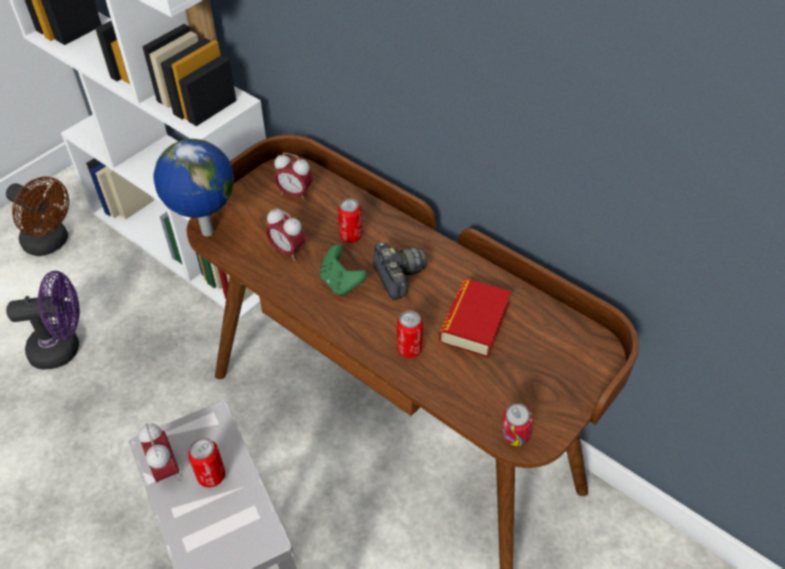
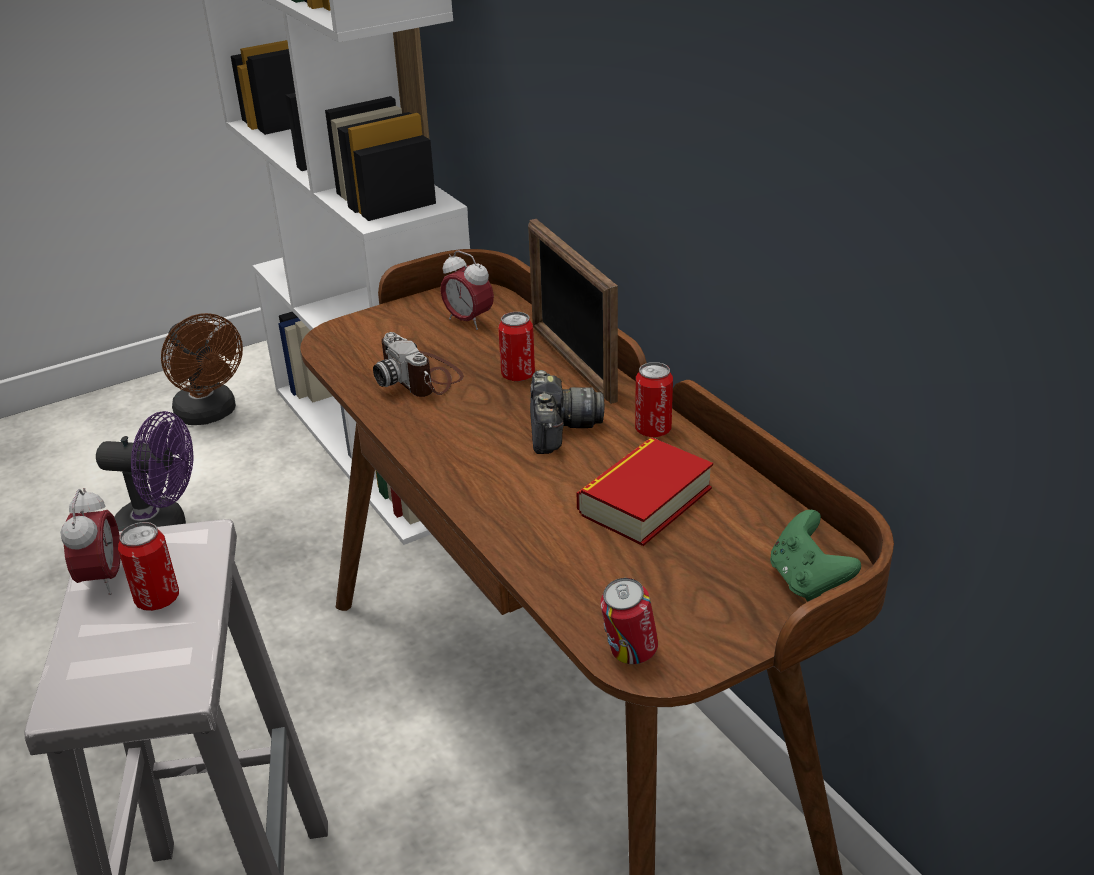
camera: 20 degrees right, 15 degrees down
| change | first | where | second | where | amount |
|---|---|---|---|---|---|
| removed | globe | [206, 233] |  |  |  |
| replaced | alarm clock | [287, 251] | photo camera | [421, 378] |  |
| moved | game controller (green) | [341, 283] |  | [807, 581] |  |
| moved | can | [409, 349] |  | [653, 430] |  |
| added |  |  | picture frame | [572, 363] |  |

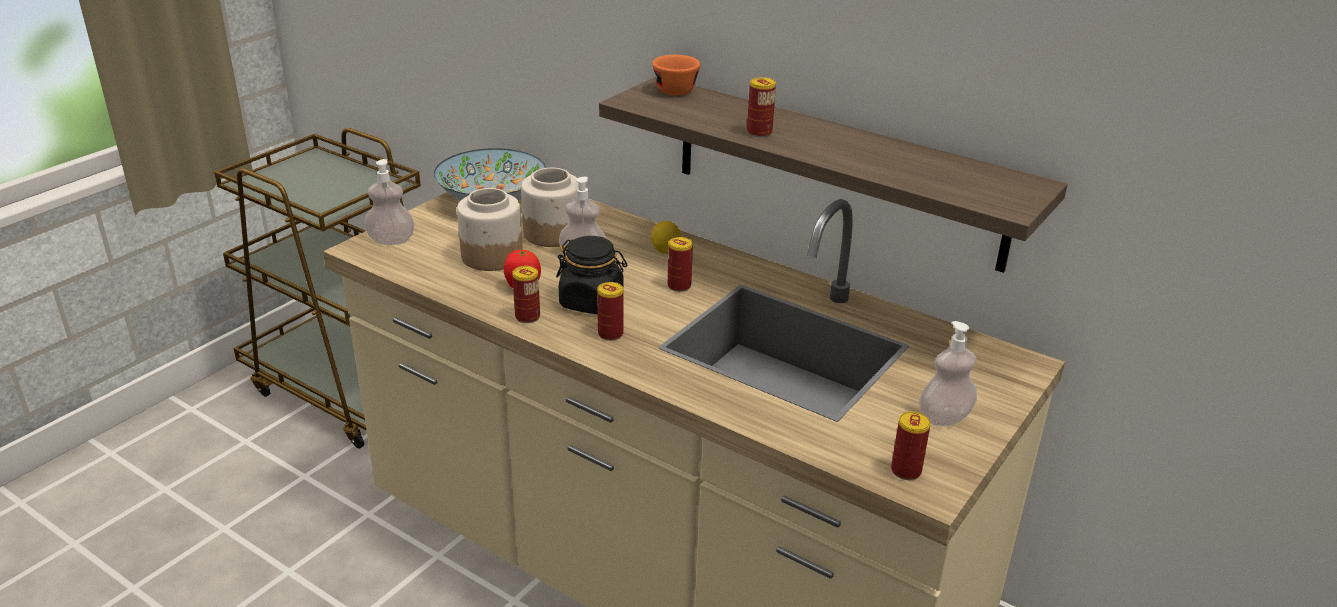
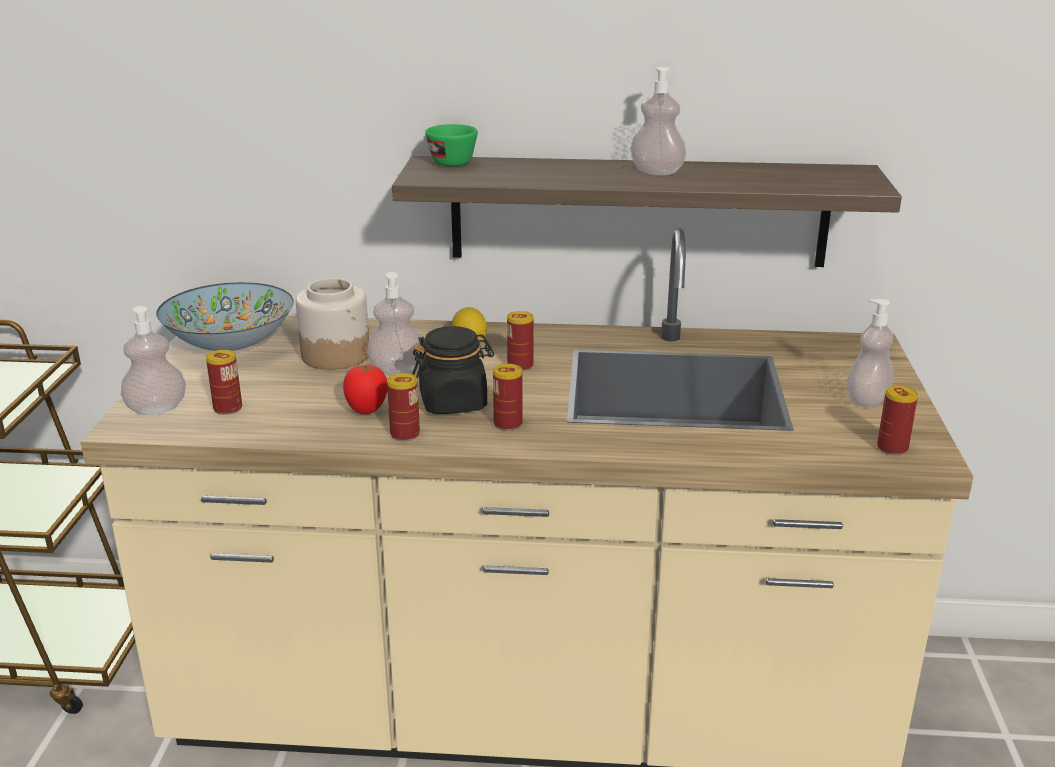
camera: 30 degrees left, 5 degrees down
| change | first | where | second | where | amount |
|---|---|---|---|---|---|
| removed | jar | [491, 256] |  |  |  |
| recoloured | cup (orange) | [673, 89] | cup (green) | [447, 162] |  |
| moved | can | [759, 132] |  | [228, 408] |  |
| added |  |  | soap dispenser | [656, 172] |  |

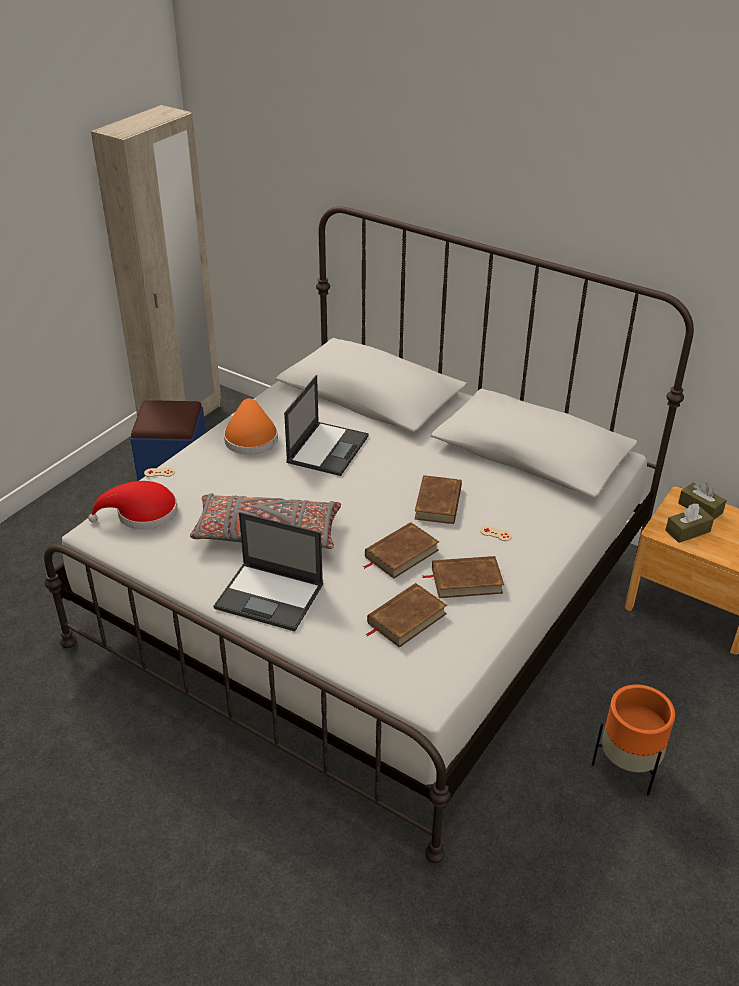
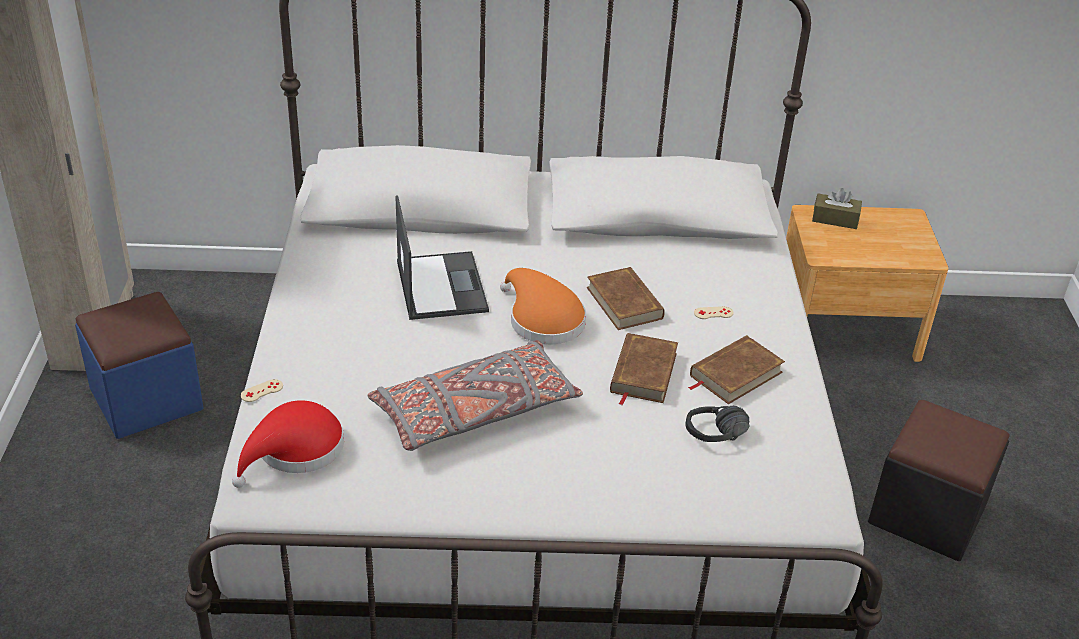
camera: 35 degrees left, 0 degrees up
| change | first | where | second | where | amount |
|---|---|---|---|---|---|
| removed | laptop | [271, 596] |  |  |  |
| moved | hat (orange) | [250, 437] |  | [542, 320] |  |
| replaced | book (brown) | [406, 618] | headphones (black) | [719, 440] |  |
| replaced | planter (orange) | [626, 767] | ottoman (black) | [927, 514] |  |
| removed | tissue box (brown) | [687, 531] |  |  |  |

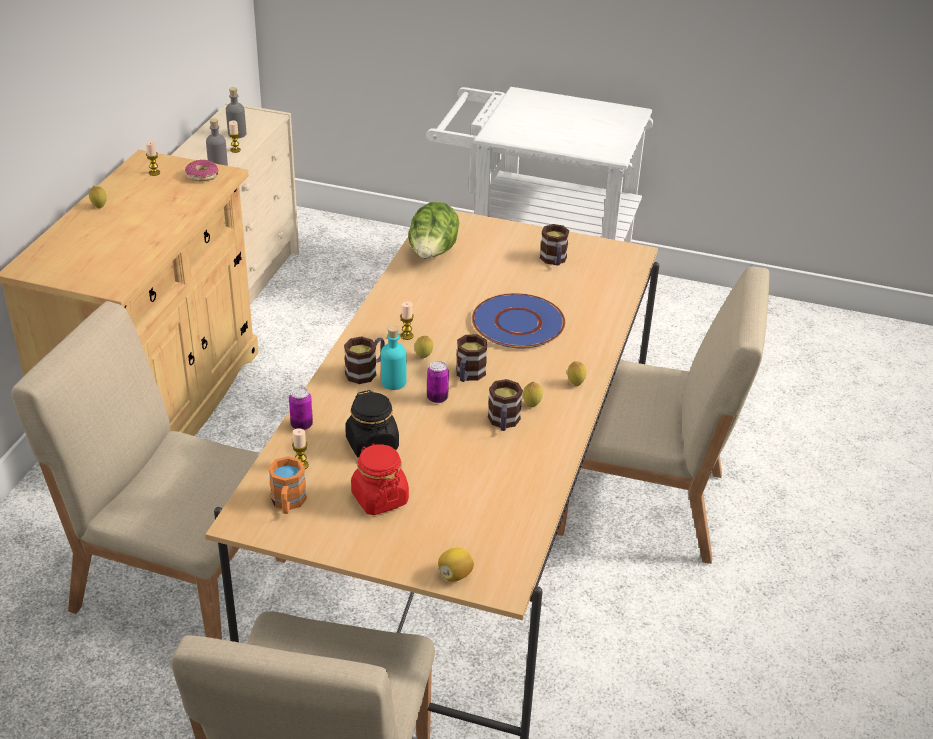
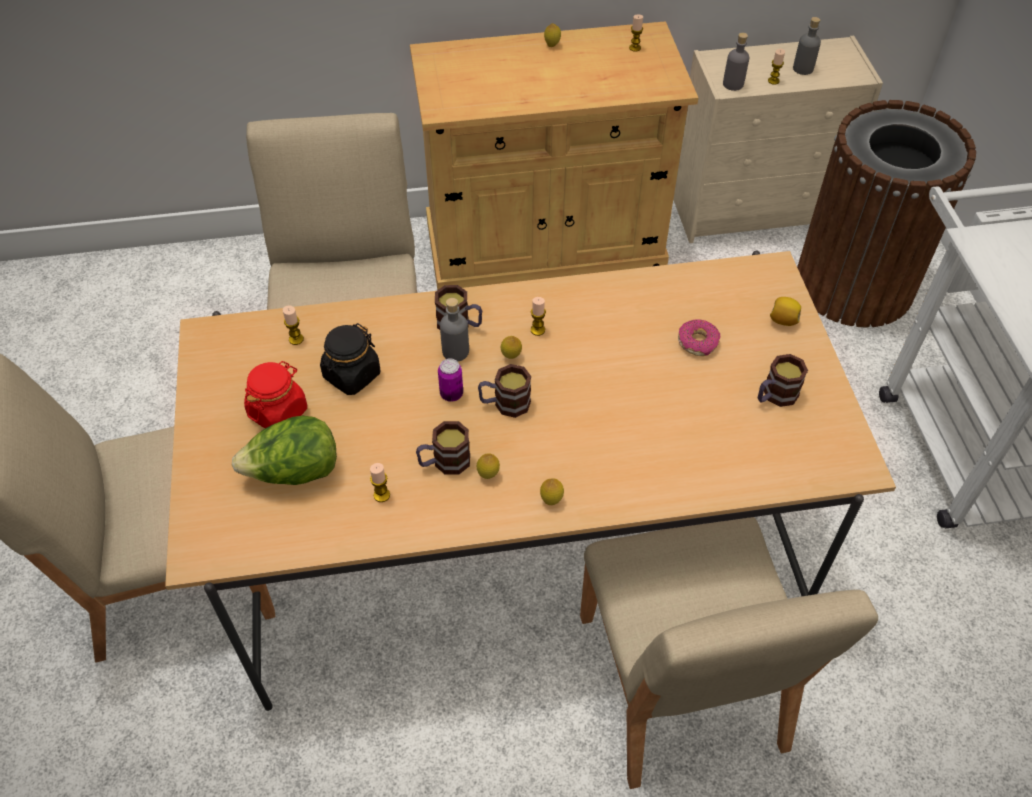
camera: 65 degrees right, 15 degrees up
| change | first | where | second | where | amount |
|---|---|---|---|---|---|
| moved | donut | [202, 176] |  | [698, 342] |  |
| removed | mug (orange) | [288, 503] |  |  |  |
| removed | can | [301, 425] |  |  |  |
| recoloured | bottle (turquoise) | [393, 382] | bottle (grey) | [455, 351] |  |
| moved | lettuce | [433, 254] |  | [294, 472] |  |
| moved | lemon | [455, 575] |  | [782, 320] |  |
| removed | plate (blue) | [517, 323] |  |  |  |
| added |  |  | candle | [381, 495] |  |
| added |  |  | trash can (brown) | [854, 284] |  |

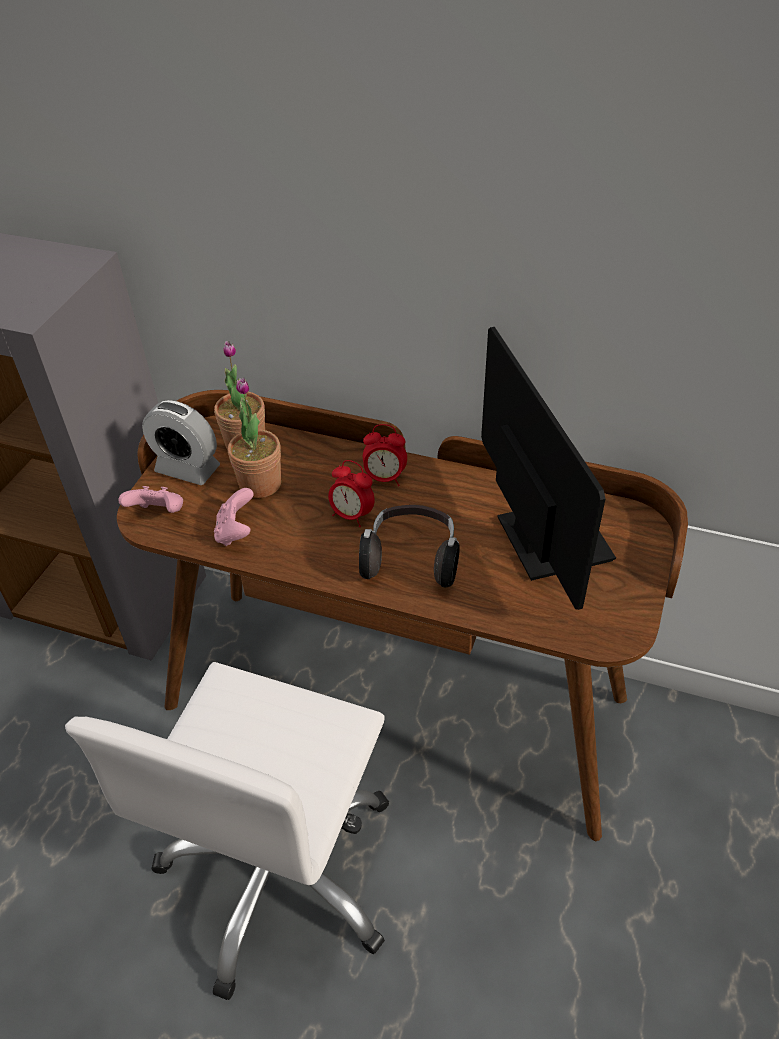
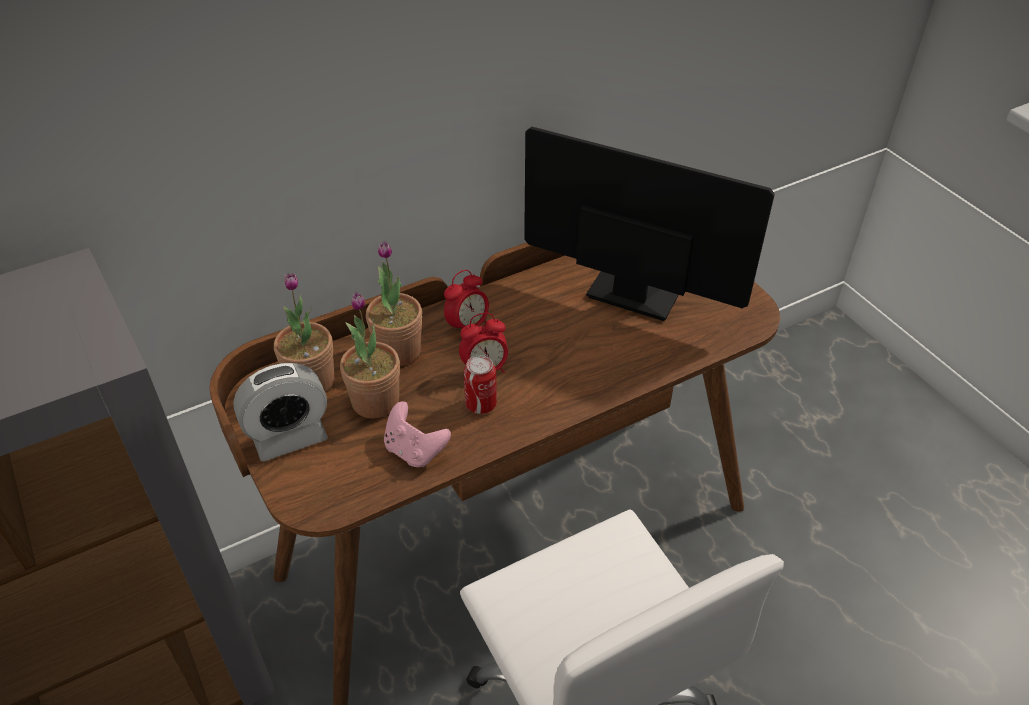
camera: 50 degrees left, 0 degrees up
| change | first | where | second | where | amount |
|---|---|---|---|---|---|
| removed | game controller (pink) | [159, 514] |  |  |  |
| removed | headphones | [411, 559] |  |  |  |
| added |  |  | potted plant | [398, 351] |  |
| added |  |  | can | [481, 404] |  |

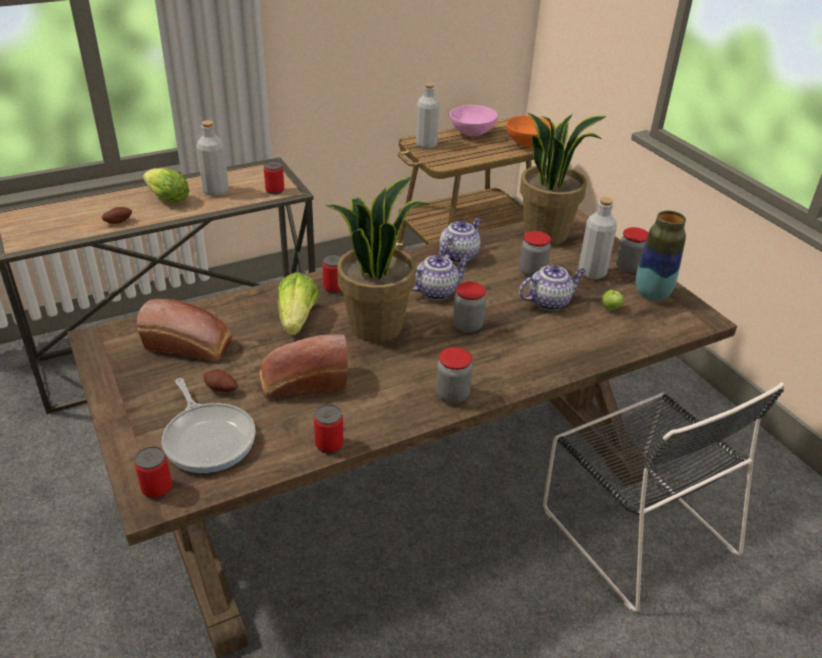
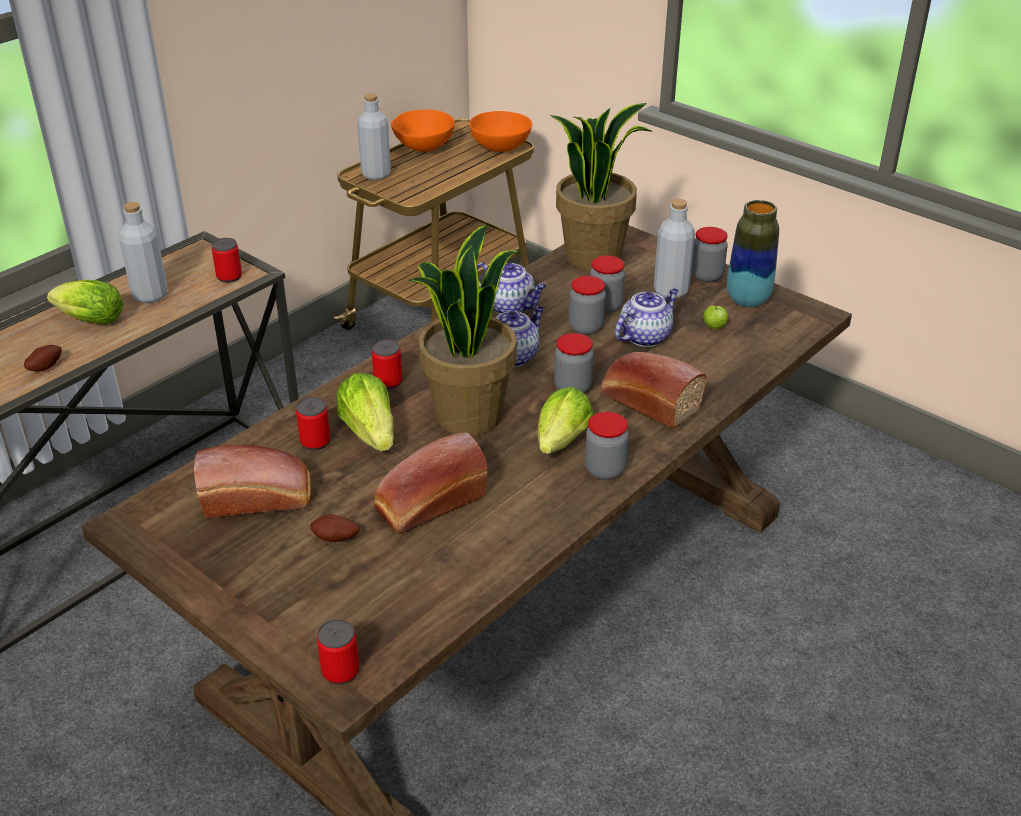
camera: 20 degrees left, 0 degrees up
| change | first | where | second | where | amount |
|---|---|---|---|---|---|
| removed | frying pan | [209, 438] |  |  |  |
| moved | can | [329, 444] |  | [315, 442] |  |
| turned | teapot | [459, 255] |  | [510, 307] | 105 degrees clockwise |
| recoloured | bowl (pink) | [472, 132] | bowl (orange) | [423, 146] |  |
| removed | chair (black) | [634, 527] |  |  |  |
| added |  |  | lettuce | [560, 444] |  |
| added |  |  | jar | [586, 327] |  |
| added |  |  | bread | [647, 402] |  |

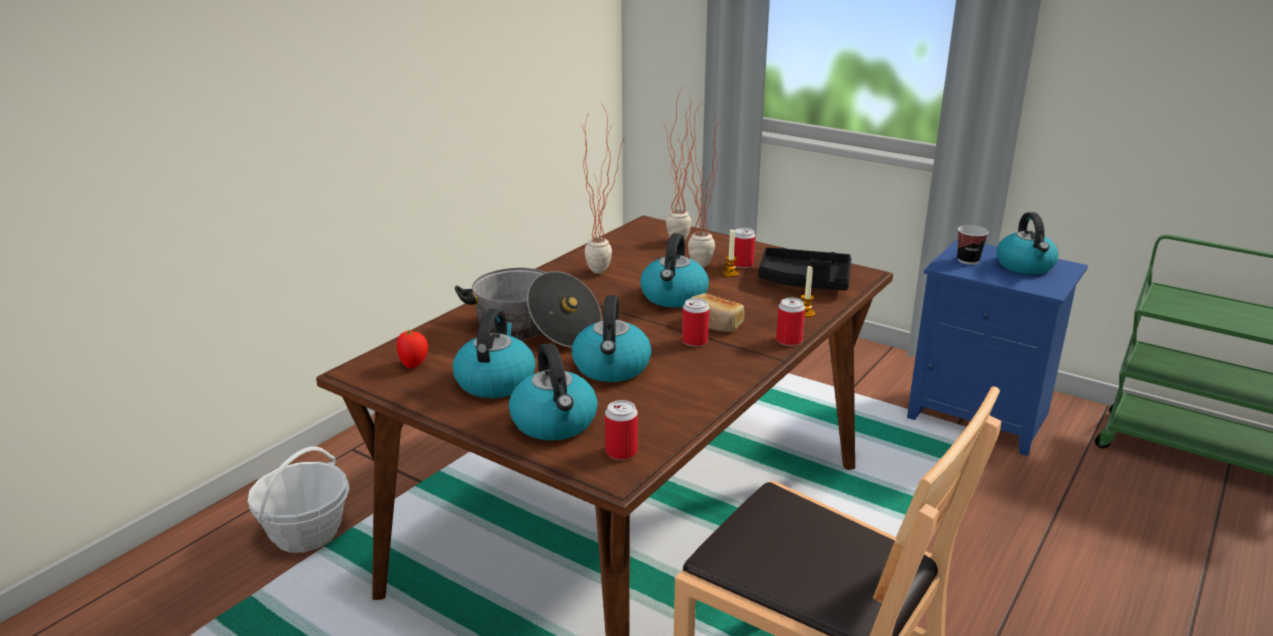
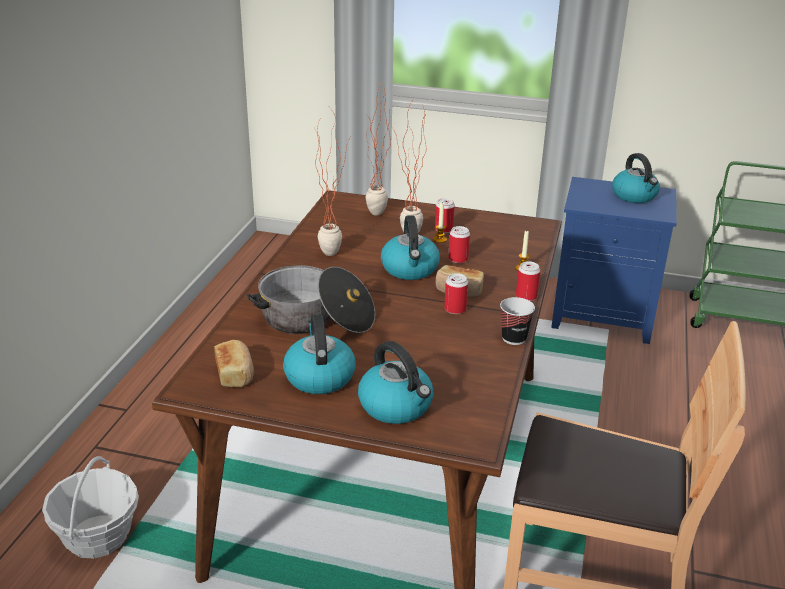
camera: 20 degrees left, 5 degrees up
| change | first | where | second | where | amount |
|---|---|---|---|---|---|
| replaced | tomato | [414, 364] | bread | [235, 373] |  |
| removed | kettle | [612, 368] |  |  |  |
| moved | can | [621, 452] |  | [458, 259] |  |
| removed | tray (black) | [804, 281] |  |  |  |
| moved | cup | [968, 260] |  | [514, 338] |  |

